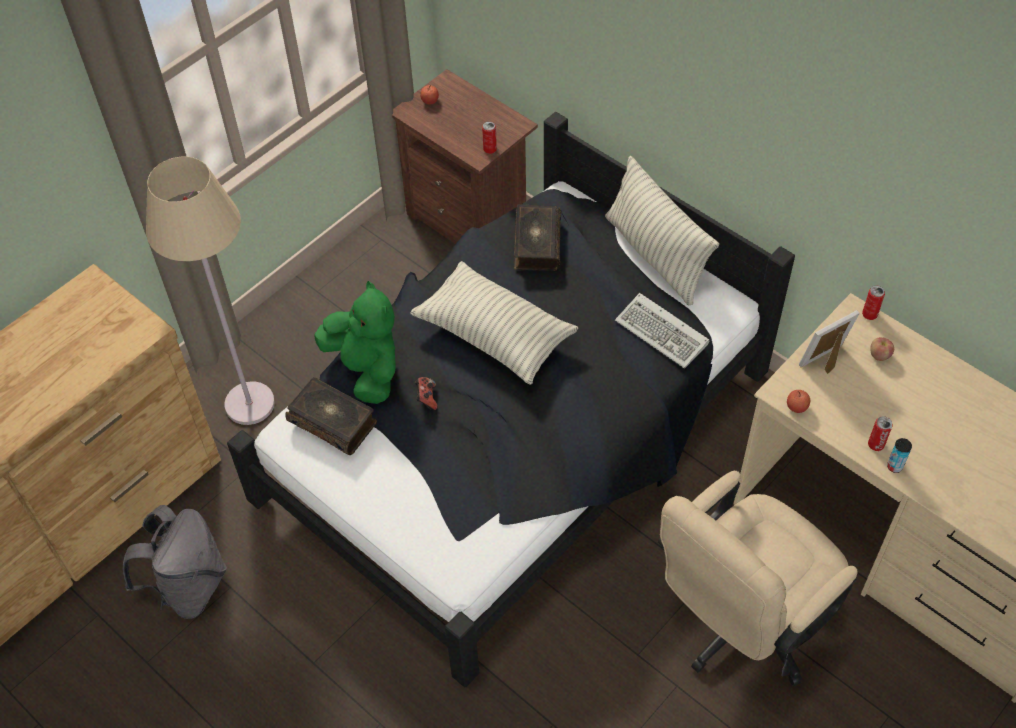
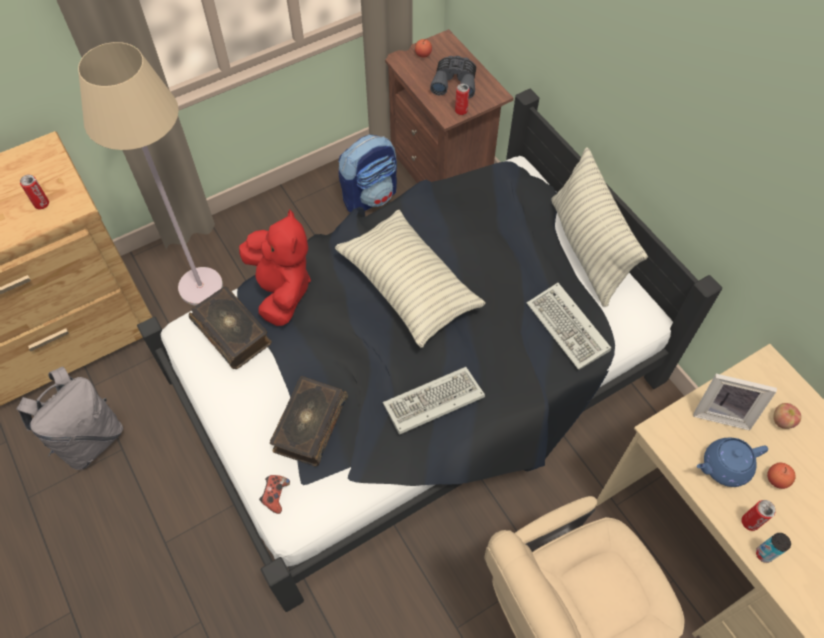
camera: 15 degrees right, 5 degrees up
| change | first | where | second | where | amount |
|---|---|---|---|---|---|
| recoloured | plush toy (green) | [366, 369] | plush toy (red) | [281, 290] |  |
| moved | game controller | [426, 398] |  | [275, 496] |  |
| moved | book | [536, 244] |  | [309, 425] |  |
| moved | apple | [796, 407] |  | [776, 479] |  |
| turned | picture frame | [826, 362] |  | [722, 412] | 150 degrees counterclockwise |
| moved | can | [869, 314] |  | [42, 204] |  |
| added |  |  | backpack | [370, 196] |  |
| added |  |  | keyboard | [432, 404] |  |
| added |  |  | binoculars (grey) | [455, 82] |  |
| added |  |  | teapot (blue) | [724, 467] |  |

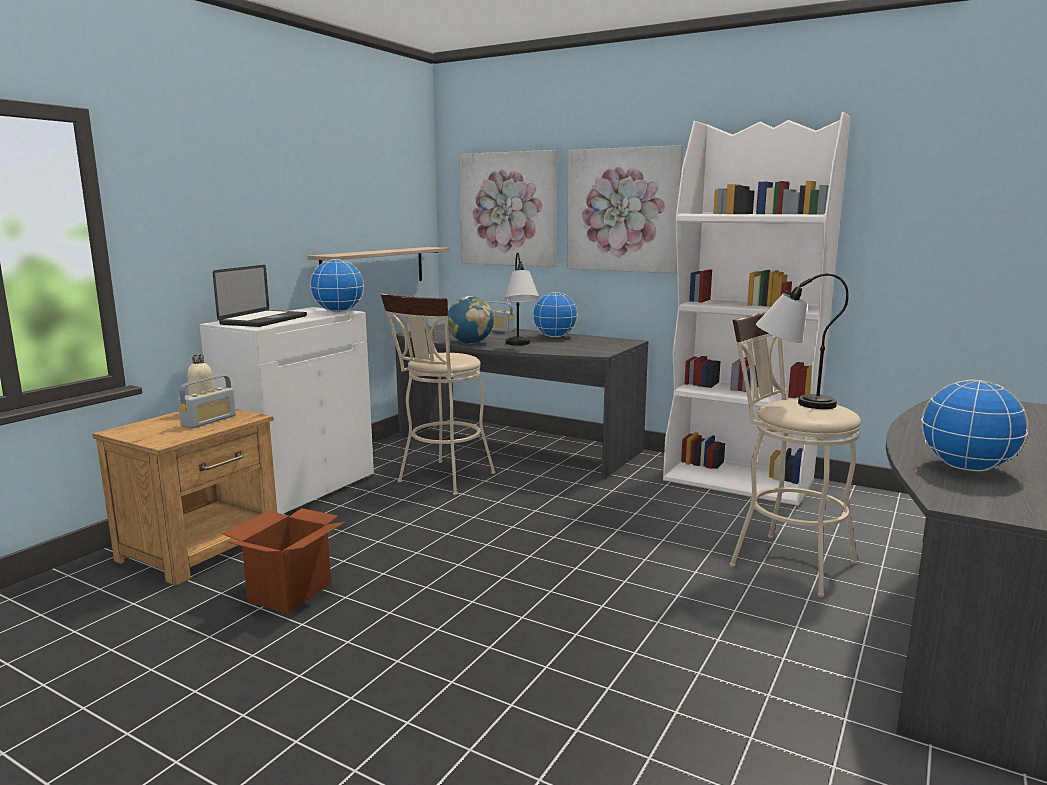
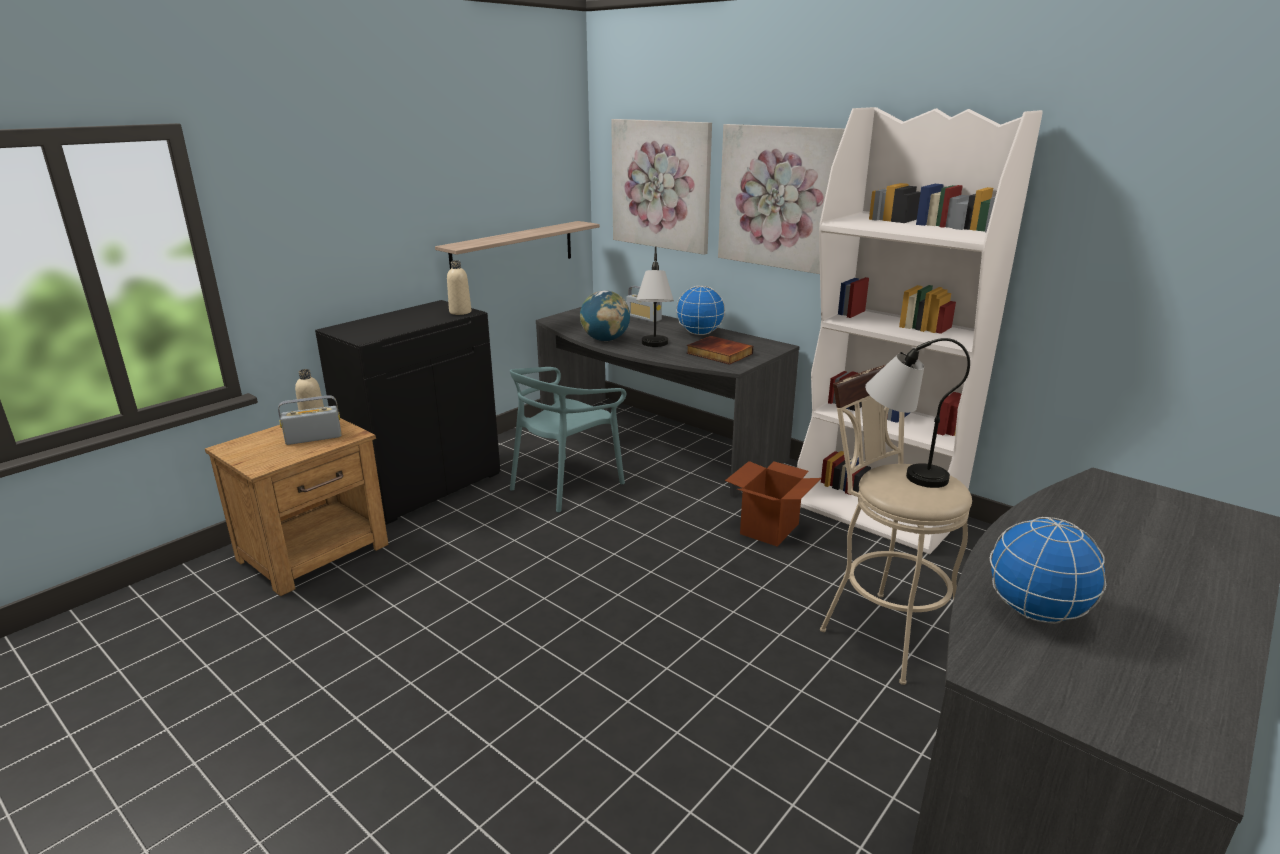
camera: 10 degrees right, 10 degrees up
| change | first | where | second | where | amount |
|---|---|---|---|---|---|
| turned | radio | [209, 421] |  | [313, 438] | 150 degrees counterclockwise |
| recoloured | cabinet (white) | [300, 490] | cabinet (black) | [425, 486] |  |
| removed | laptop | [264, 320] |  |  |  |
| moved | cardboard box | [290, 592] |  | [769, 528] |  |
| replaced | globe | [339, 312] | bottle (beige) | [460, 312] |  |
| replaced | stool (beige) | [442, 480] | chair (turquoise) | [566, 484] |  |
| added |  |  | book | [718, 354] |  |

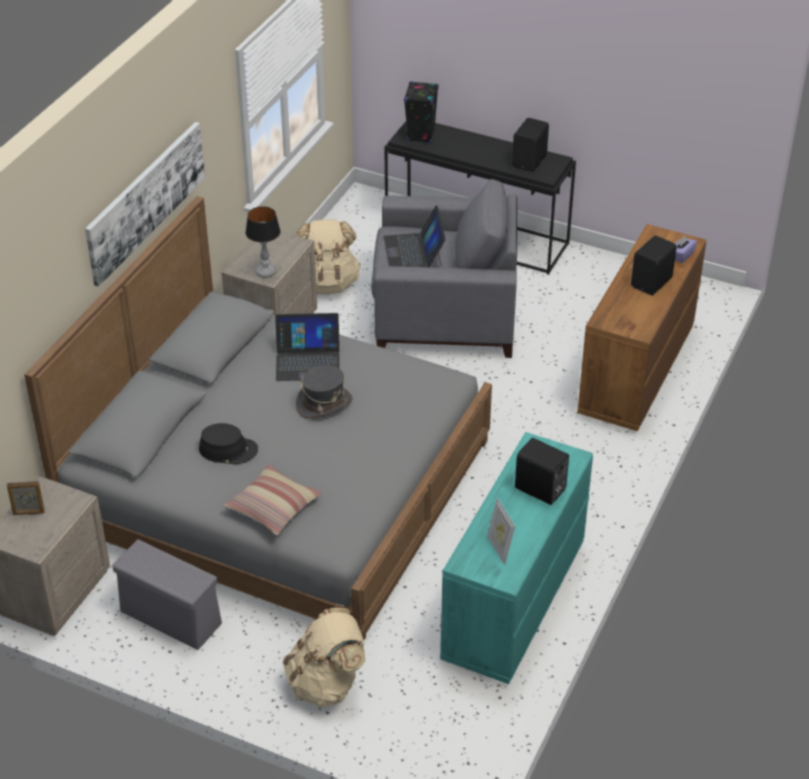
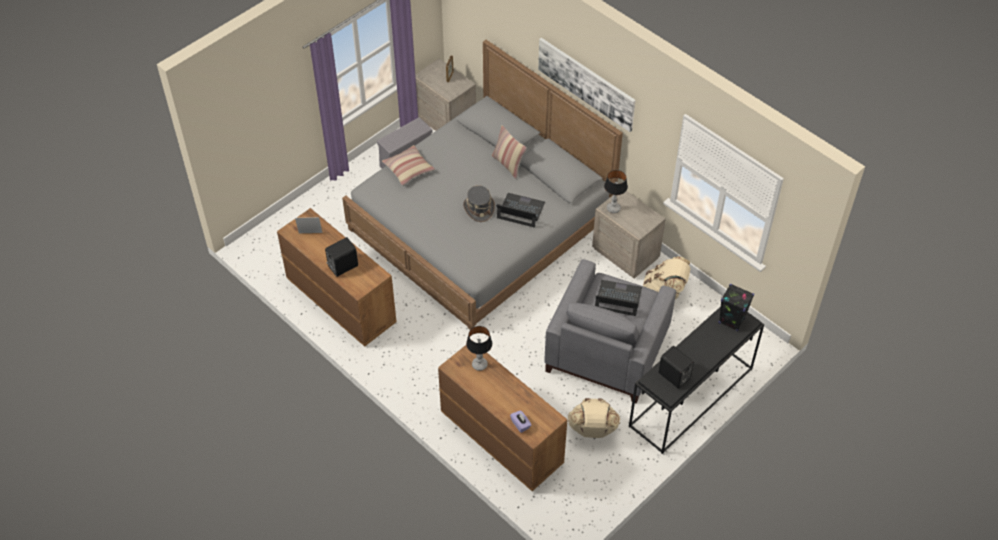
camera: 110 degrees right, 10 degrees up
| change | first | where | second | where | amount |
|---|---|---|---|---|---|
| removed | hat (black) | [228, 449] |  |  |  |
| turned | laptop | [308, 360] |  | [520, 210] | 90 degrees clockwise |
| moved | backpack (beige) | [326, 683] |  | [592, 429] |  |
| recoloured | dresser (turquoise) | [513, 602] | dresser (brown) | [340, 301] |  |
| removed | speaker (black) | [652, 282] |  |  |  |
| added |  |  | table lamp | [479, 365] |  |
| added |  |  | pillow | [508, 164] |  |

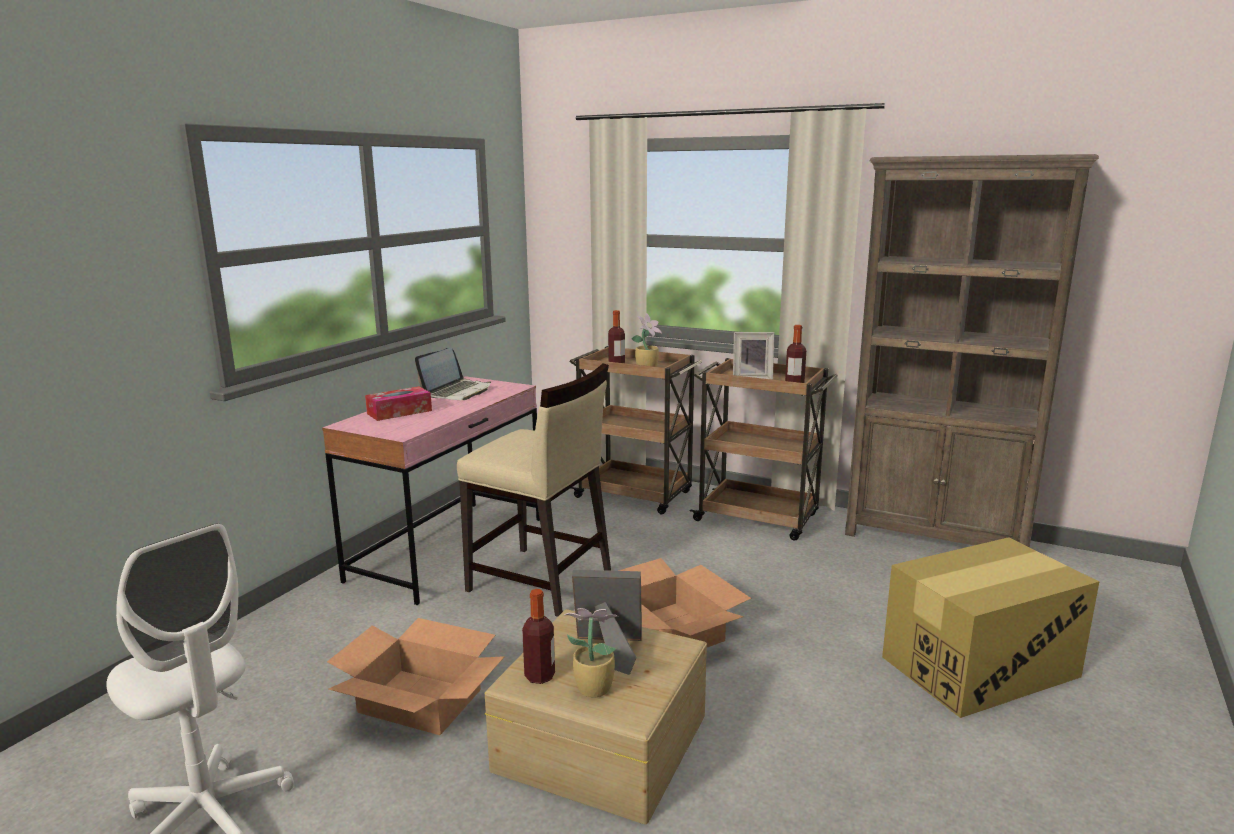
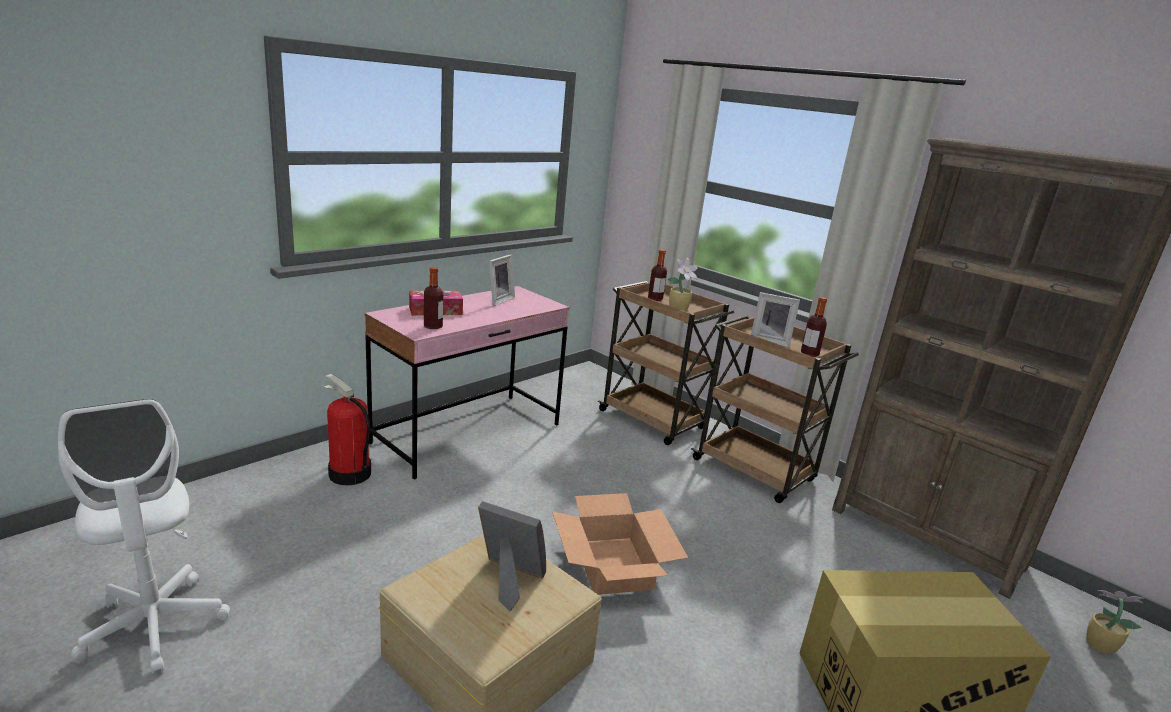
camera: 15 degrees right, 5 degrees up
| change | first | where | second | where | amount |
|---|---|---|---|---|---|
| removed | cardboard box | [420, 701] |  |  |  |
| replaced | laptop | [457, 392] | picture frame | [498, 300] |  |
| removed | chair (beige) | [540, 581] |  |  |  |
| moved | bottle | [540, 676] |  | [433, 326] |  |
| moved | potted plant | [592, 688] |  | [1098, 645] |  |
| added |  |  | fire extinguisher | [349, 474] |  |

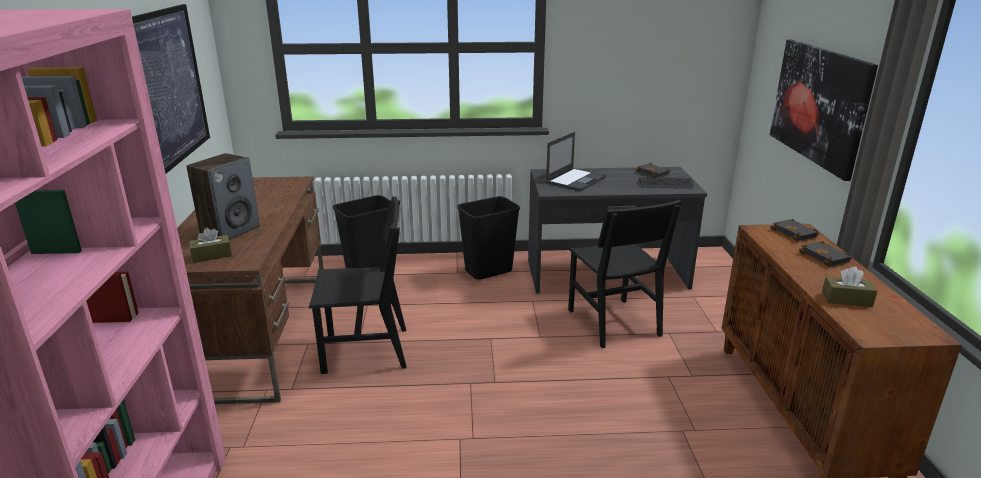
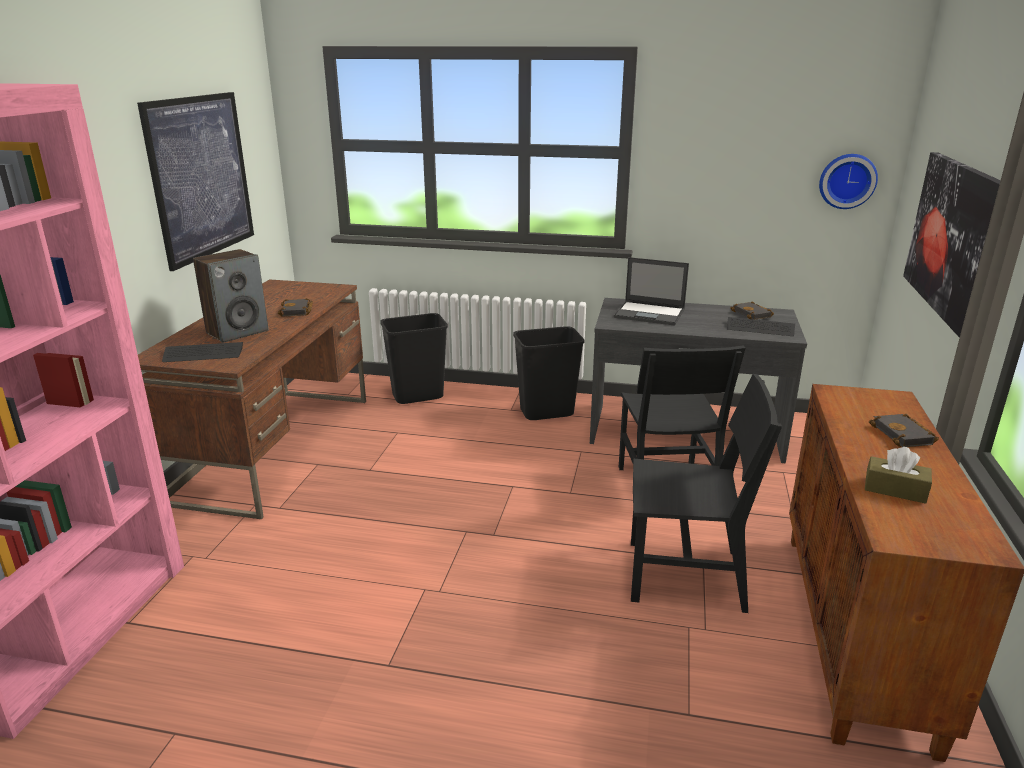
camera: 15 degrees right, 0 degrees up
| change | first | where | second | where | amount |
|---|---|---|---|---|---|
| replaced | tissue box (brown) | [211, 255] | keyboard | [203, 354] |  |
| moved | chair (black) | [366, 350] |  | [686, 576] |  |
| turned | laptop | [576, 180] |  | [650, 314] | 60 degrees clockwise |
| moved | book (black) | [795, 233] |  | [297, 311] |  |
| added |  |  | wall clock | [847, 180] |  |

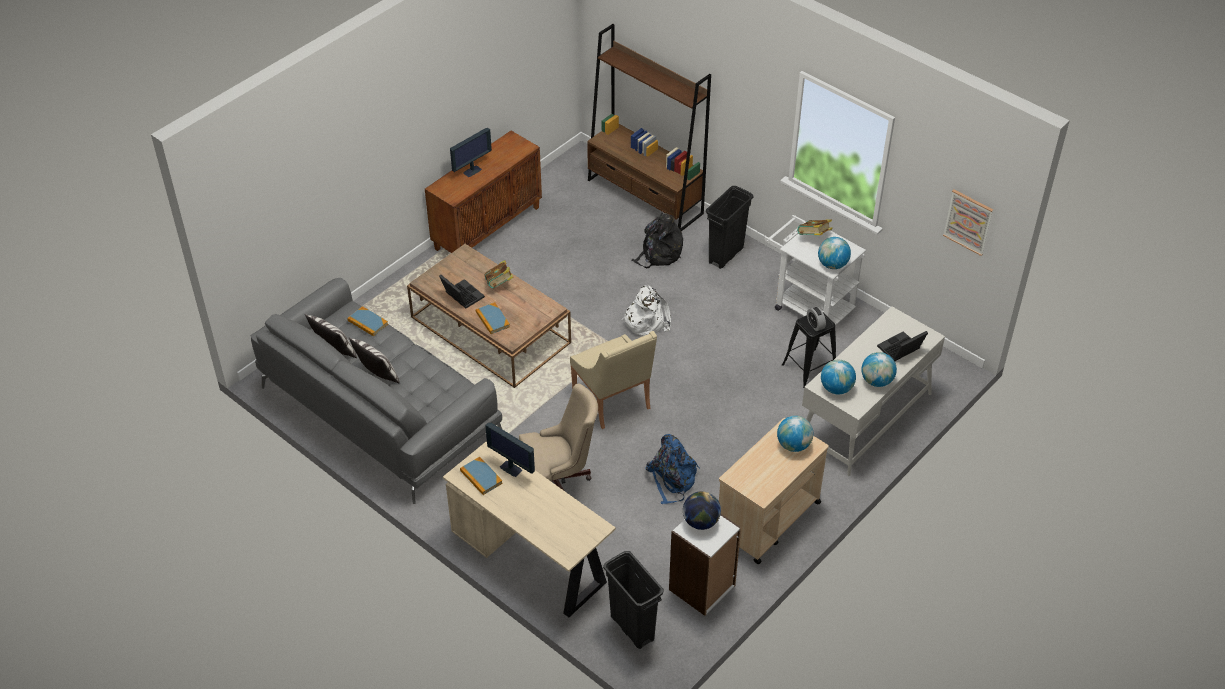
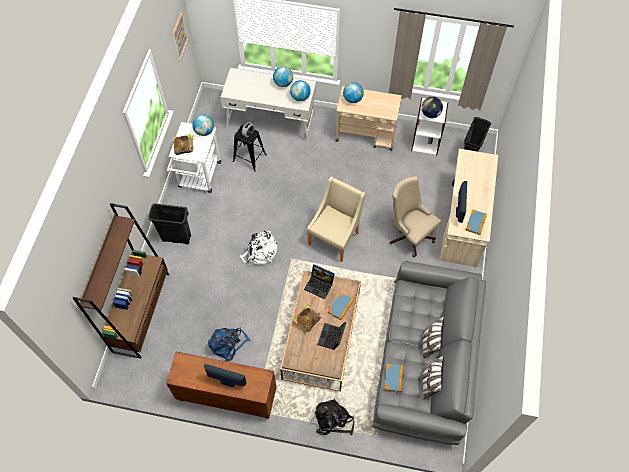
camera: 120 degrees left, 15 degrees up
| change | first | where | second | where | amount |
|---|---|---|---|---|---|
| moved | backpack (black) | [659, 254] |  | [333, 420] |  |
| moved | backpack (blue) | [672, 479] |  | [228, 344] |  |
| moved | laptop | [900, 350] |  | [320, 285] |  |

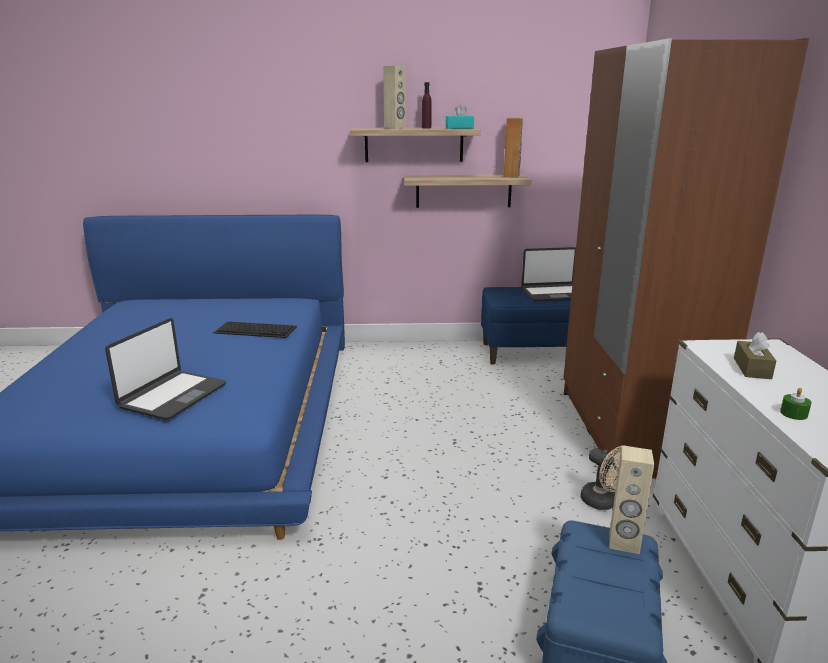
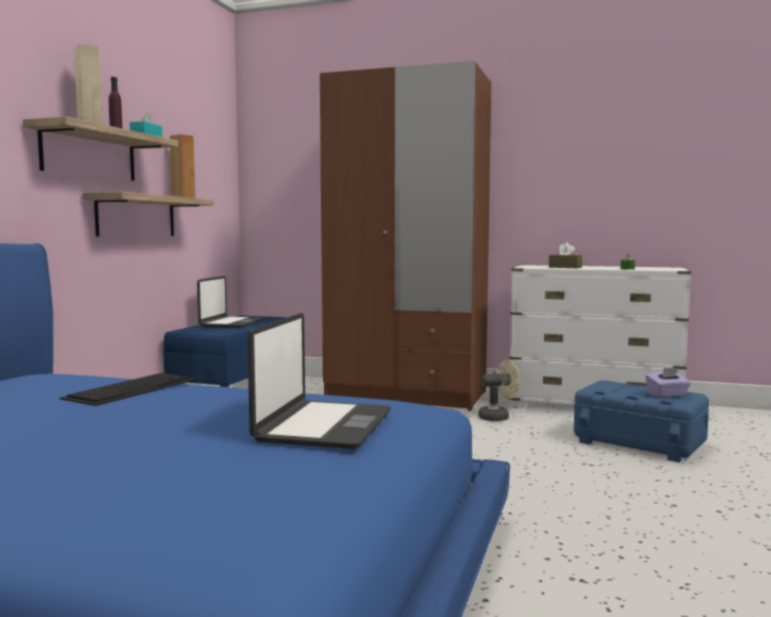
camera: 70 degrees left, 15 degrees down
| change | first | where | second | where | amount |
|---|---|---|---|---|---|
| turned | laptop | [172, 396] |  | [323, 426] | 60 degrees clockwise |
| removed | speaker (beige) | [624, 543] |  |  |  |
| added |  |  | tissue box (purple) | [667, 395] |  |

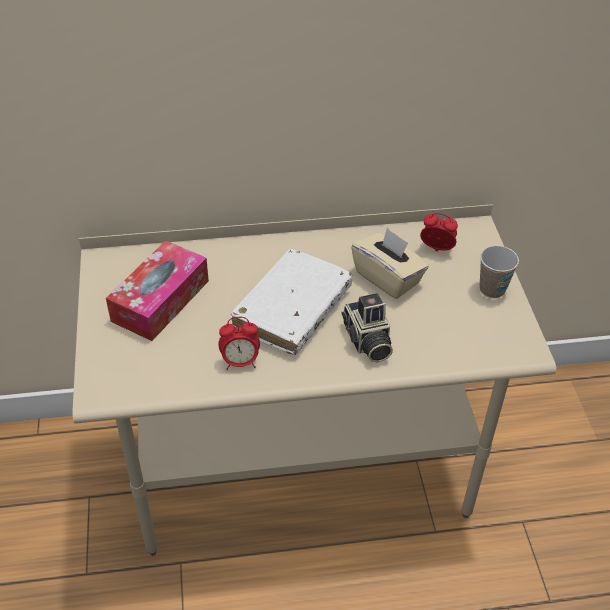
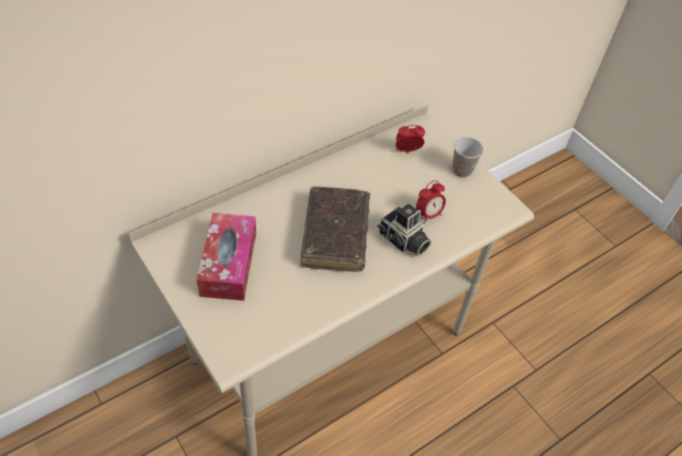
camera: 30 degrees left, 5 degrees up
| change | first | where | second | where | amount |
|---|---|---|---|---|---|
| moved | alarm clock | [240, 362] |  | [428, 214] |  |
| recoloured | book (white) | [292, 310] | book (brown) | [335, 235] |  |
| removed | tissue box (beige) | [388, 278] |  |  |  |

